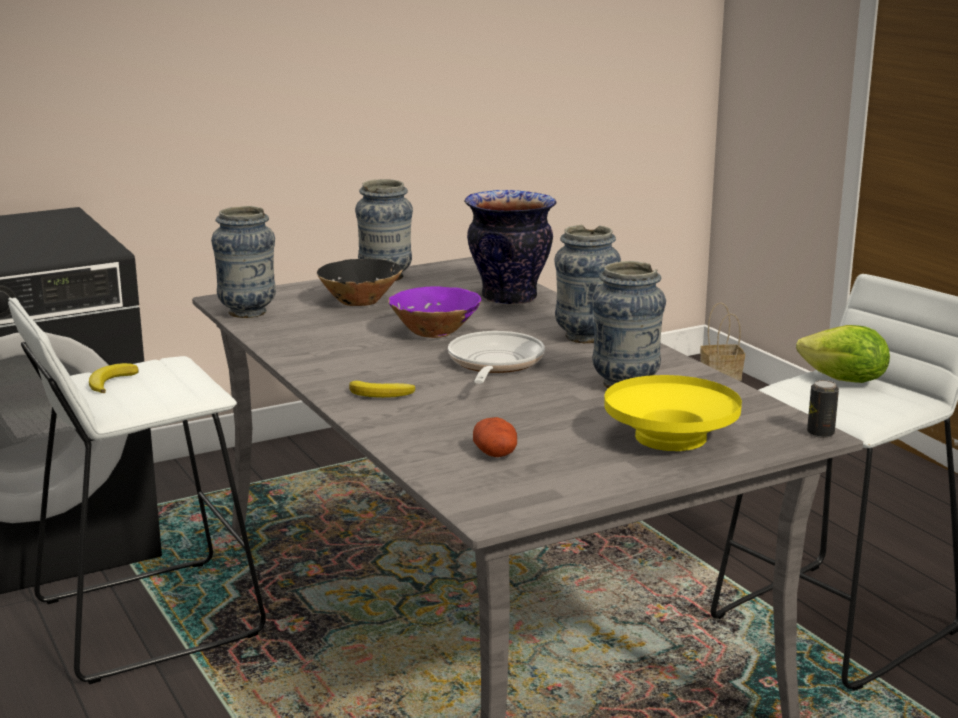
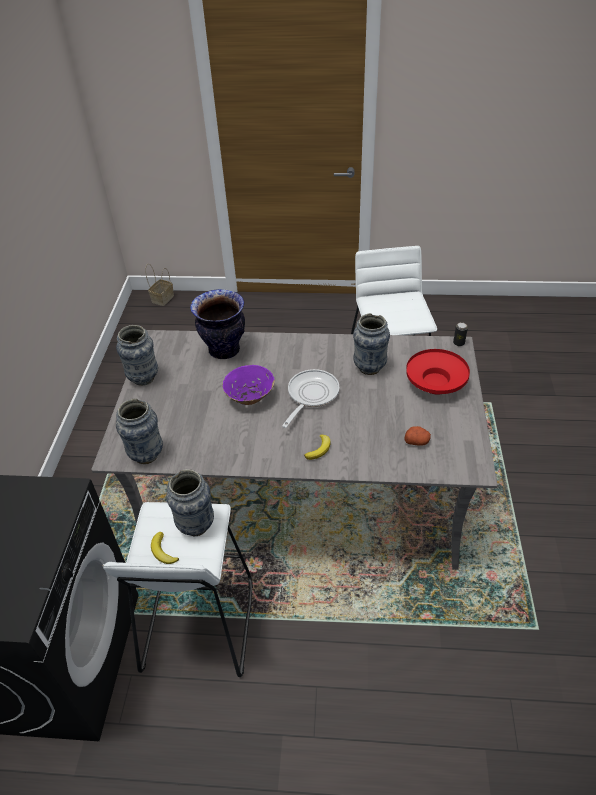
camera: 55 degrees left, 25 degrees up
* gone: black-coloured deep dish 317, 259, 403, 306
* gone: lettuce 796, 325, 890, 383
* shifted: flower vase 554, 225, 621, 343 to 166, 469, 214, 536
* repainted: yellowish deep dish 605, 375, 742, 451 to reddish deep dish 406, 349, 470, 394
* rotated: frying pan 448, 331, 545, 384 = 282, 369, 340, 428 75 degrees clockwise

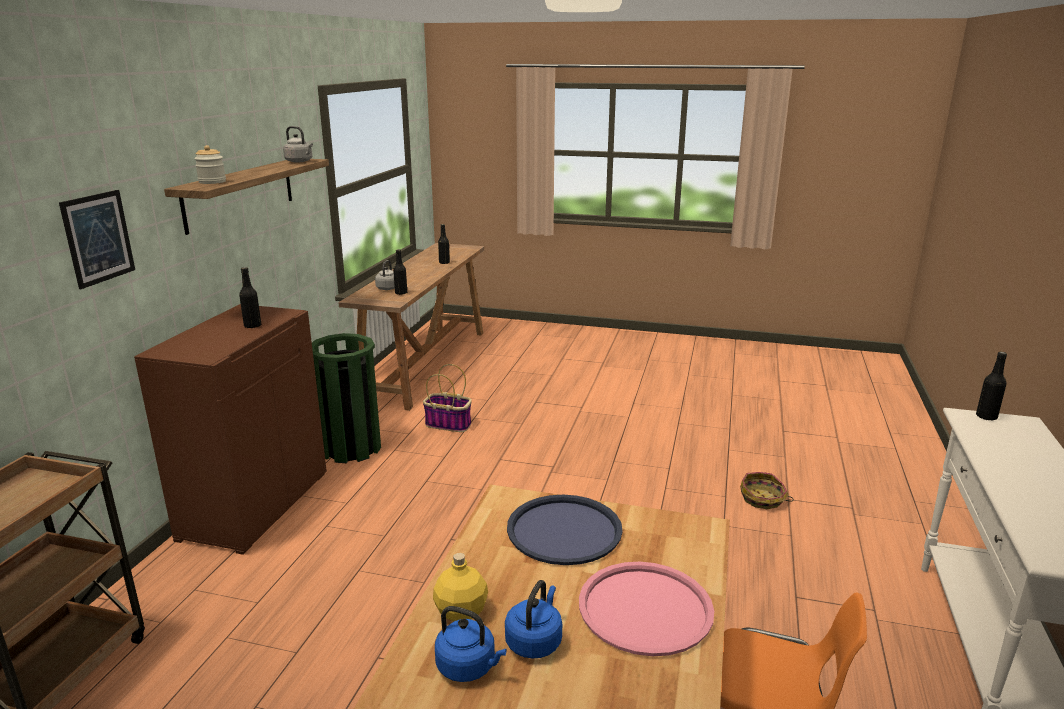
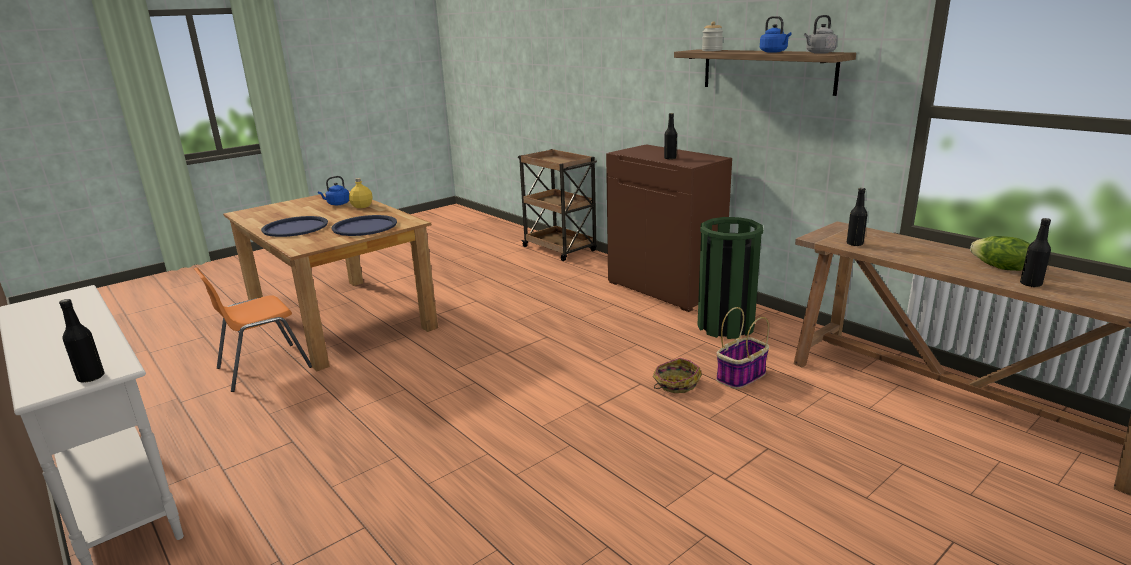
camera: 125 degrees right, 0 degrees up
* gone: wall art 59, 190, 135, 289
* gone: greyish kettle 375, 260, 395, 290
* new: lettuce 970, 236, 1030, 271
* shifted: blue kettle 505, 580, 562, 659 to 760, 16, 791, 53
* shifted: household basket 740, 472, 794, 509 to 653, 358, 702, 393
* repainted: pink-coloured carrying tray 579, 562, 714, 656 to blue carrying tray 261, 216, 328, 237

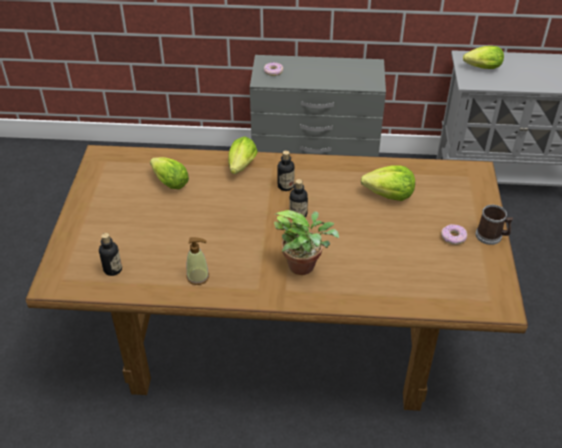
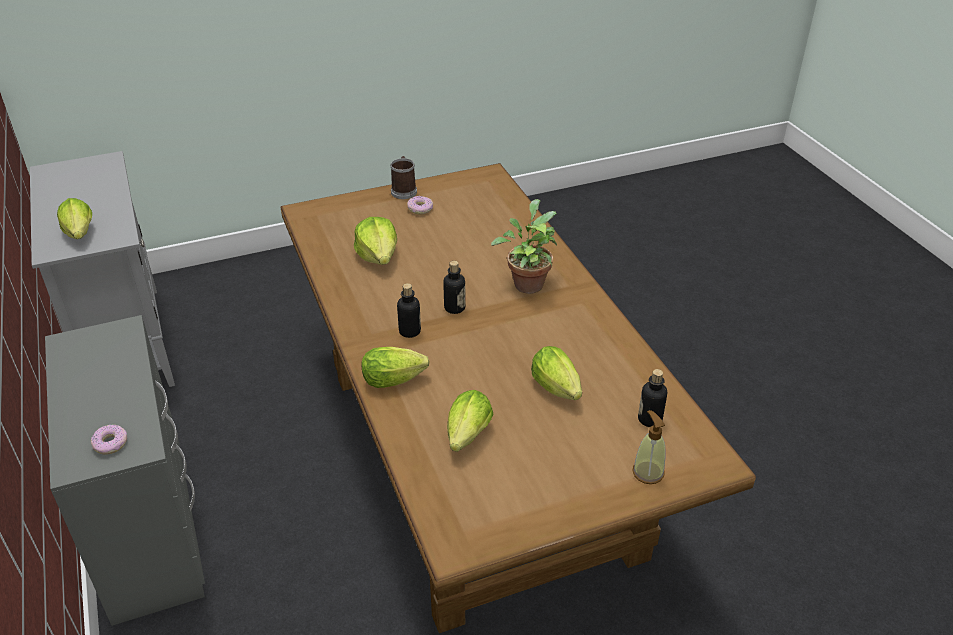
camera: 115 degrees left, 5 degrees down
* new: lettuce 531, 346, 582, 400
* shifted: soap dispenser 186, 237, 209, 285 to 632, 410, 666, 484

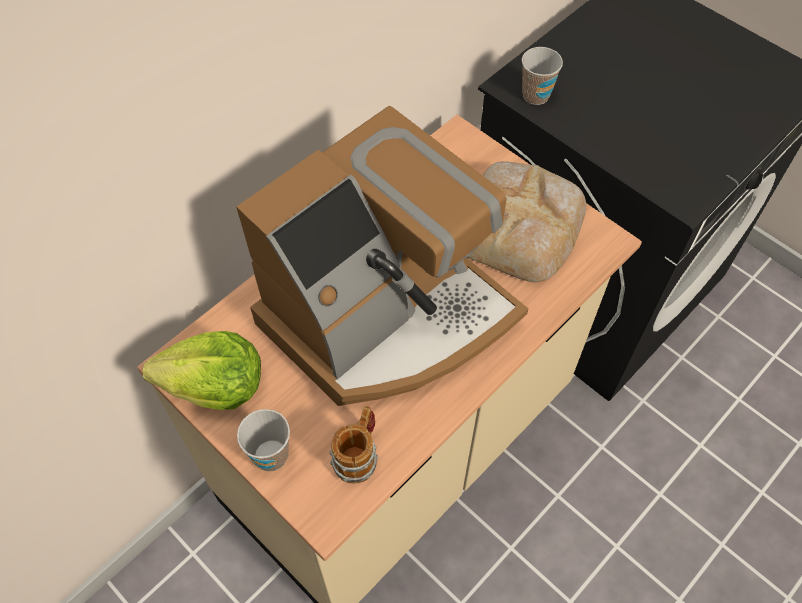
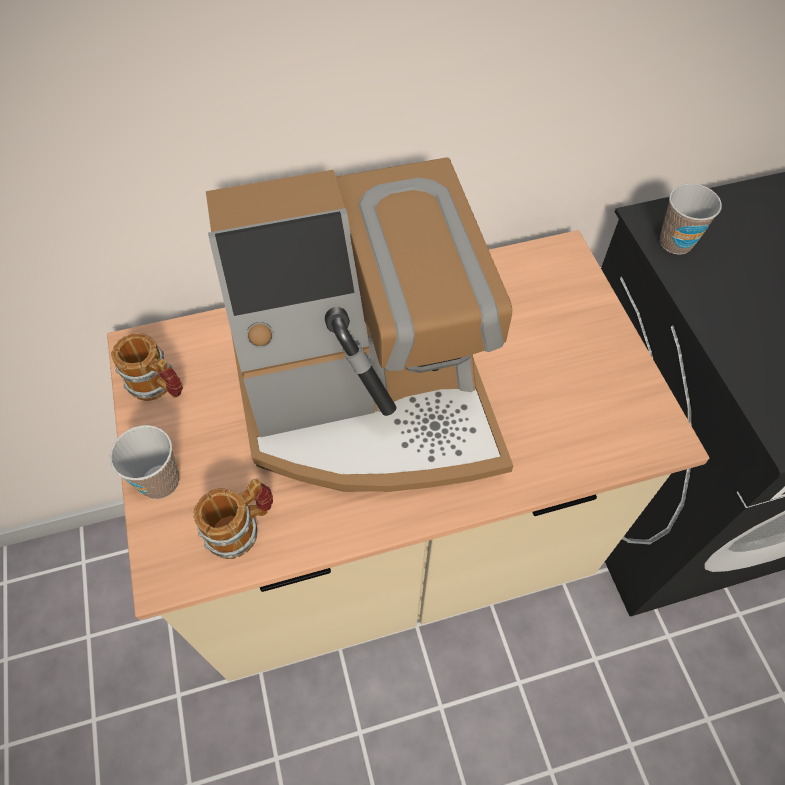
camera: 30 degrees right, 0 degrees up
* gone: bread 467, 161, 586, 282
* swapped: lettuce 143, 331, 261, 410 to tea mug 111, 333, 183, 401

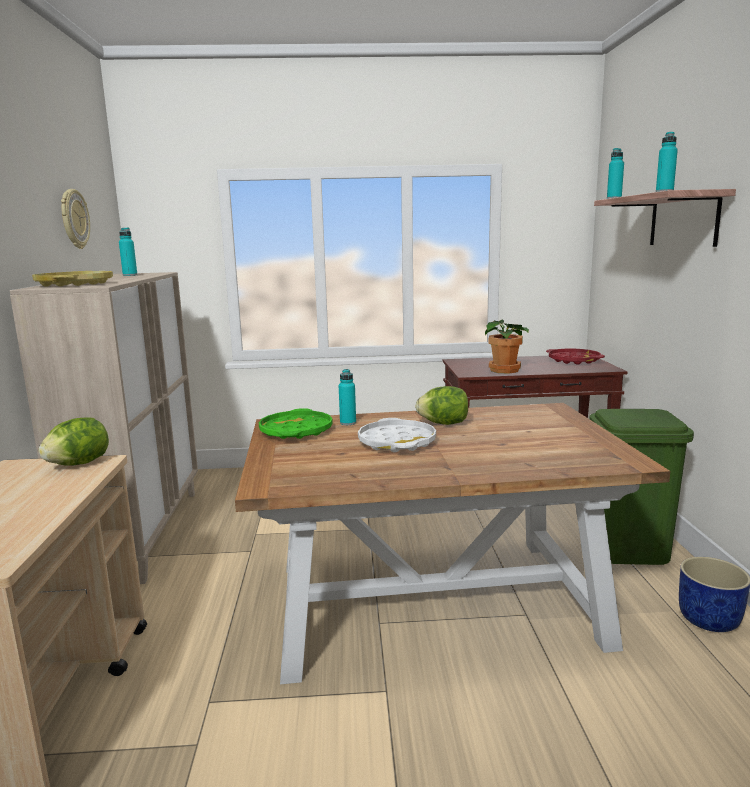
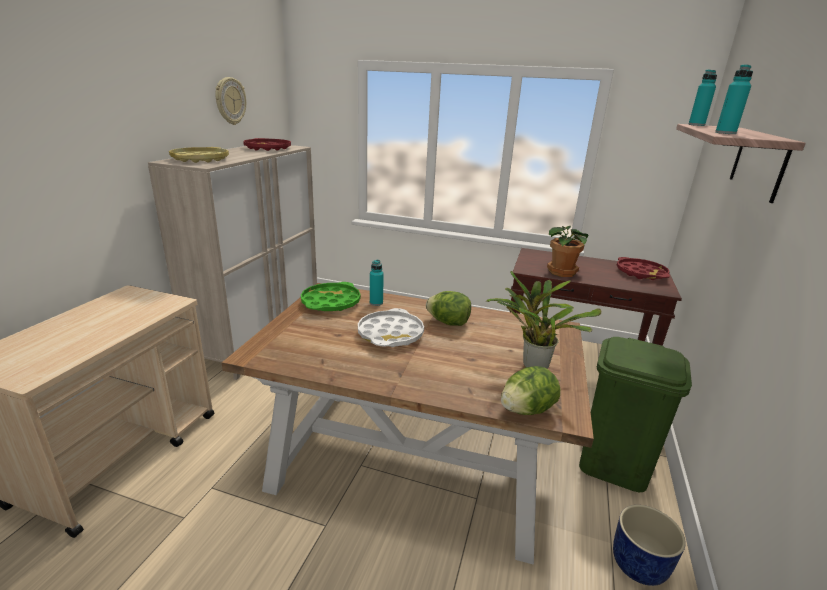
camera: 20 degrees right, 10 degrees up
* new: plant in a pot 486, 271, 601, 369
* shifted: lettuce 39, 417, 109, 465 to 501, 366, 560, 415
* swapped: blue-green drink bottle 119, 228, 137, 276 to reddish carrying tray 243, 138, 291, 151

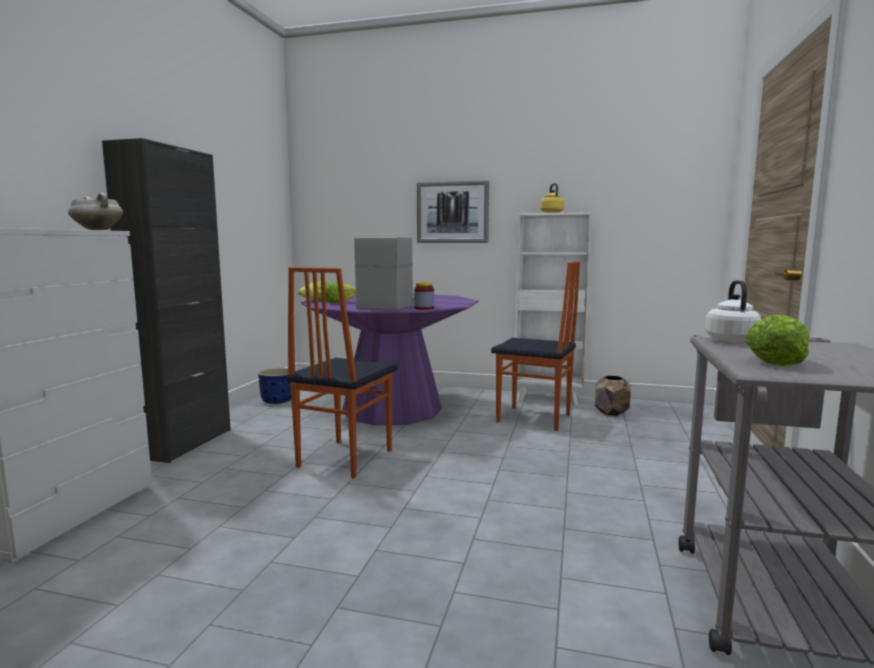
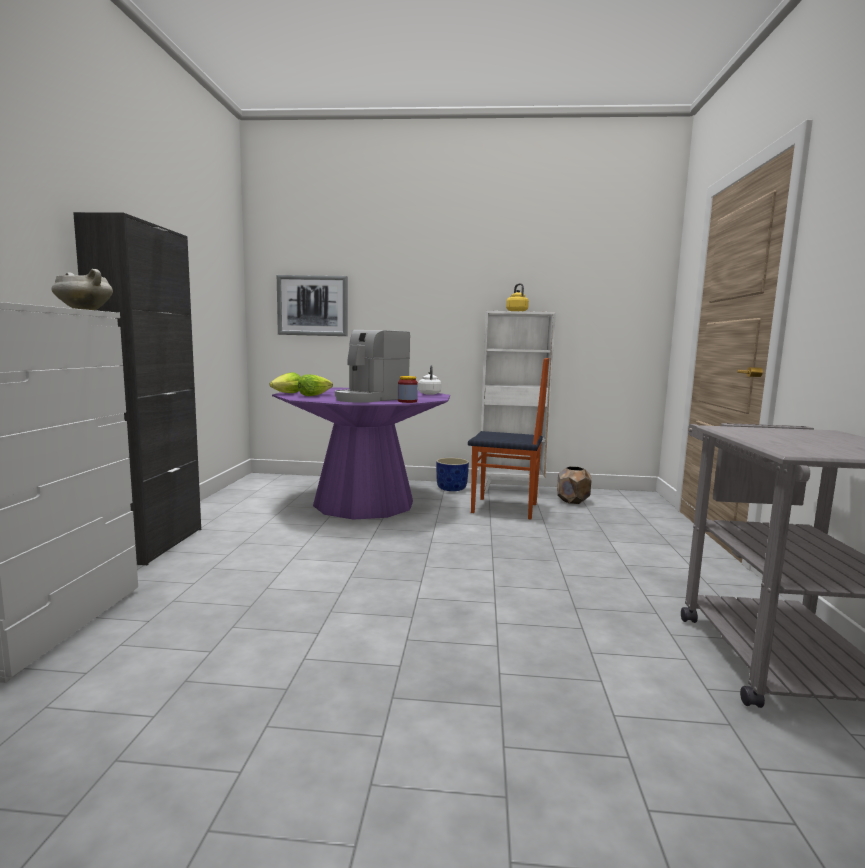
camera: 10 degrees left, 0 degrees up
* gone: upright chair 286, 267, 398, 478
* gone: lettuce 745, 315, 809, 366
* shifted: blue flower pot 258, 368, 291, 404 to 436, 458, 469, 491
* shifted: wall art 417, 180, 489, 243 to 277, 275, 348, 336
* shifted: white-coloured kettle 705, 280, 761, 342 to 418, 365, 441, 395
* rotated: coffee brewer 354, 237, 414, 311 = 335, 330, 410, 403 150 degrees counterclockwise

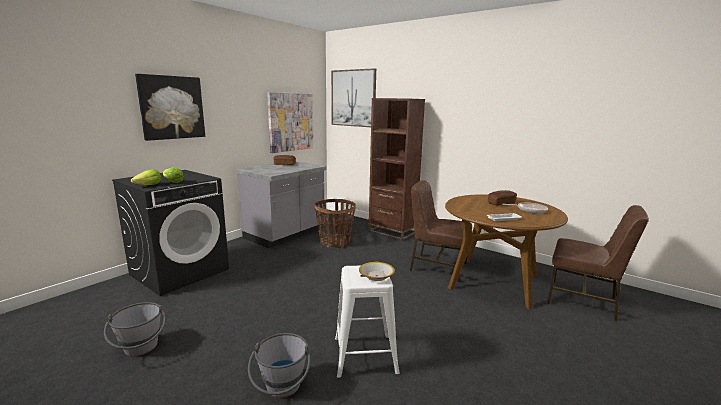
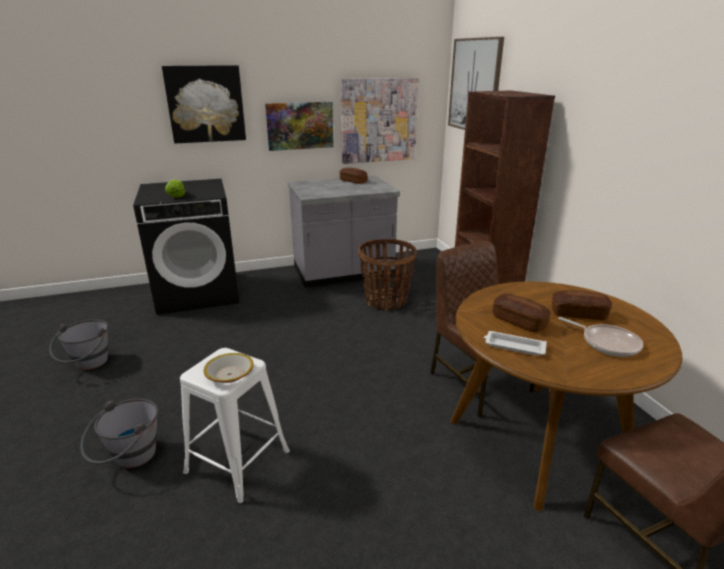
camera: 35 degrees right, 10 degrees up
* gone: lettuce 131, 169, 161, 185
* new: wall art 265, 102, 334, 151
* new: bread 492, 294, 551, 333

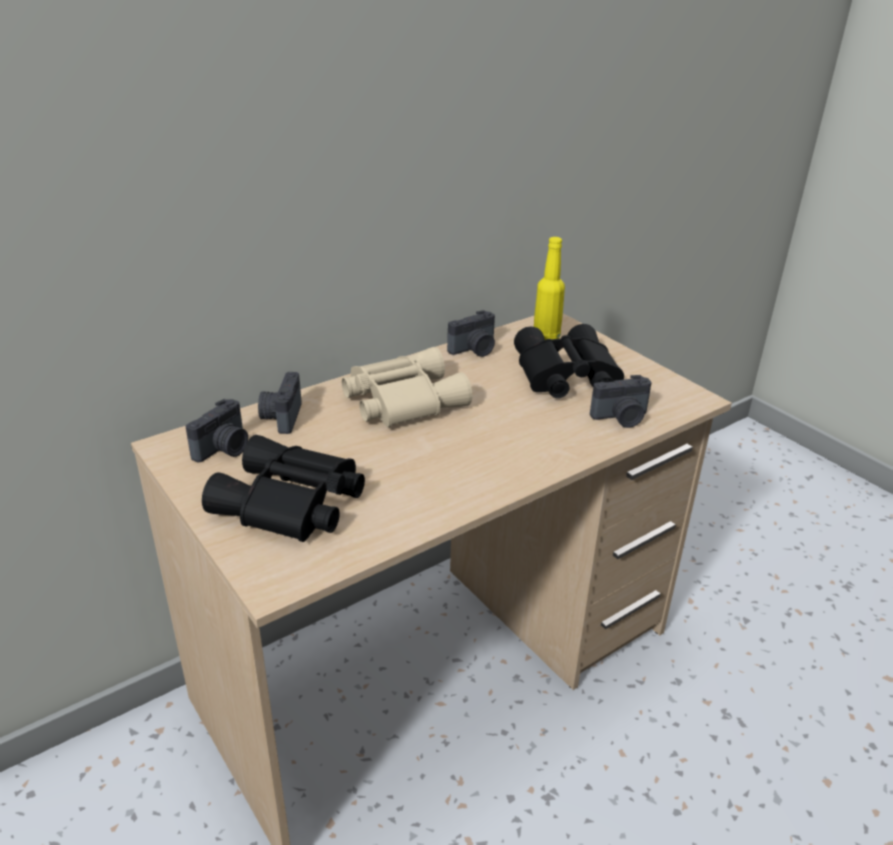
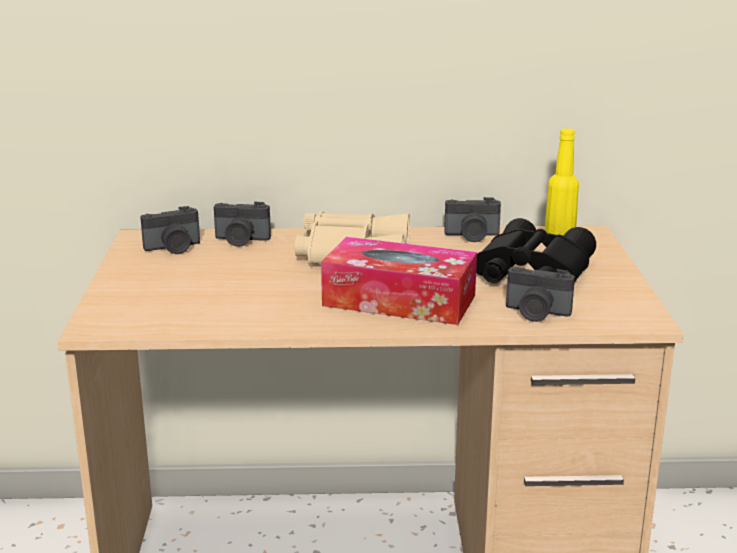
camera: 35 degrees right, 10 degrees down
* gone: black-coloured binoculars 202, 435, 365, 542
* new: tissue holder 321, 237, 477, 325
* rotated: still camera 258, 372, 302, 434 = 214, 201, 271, 247 120 degrees counterclockwise

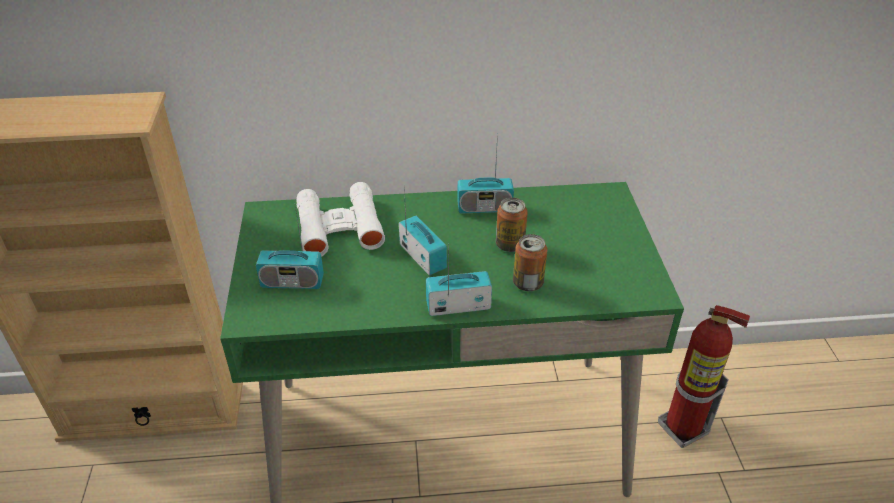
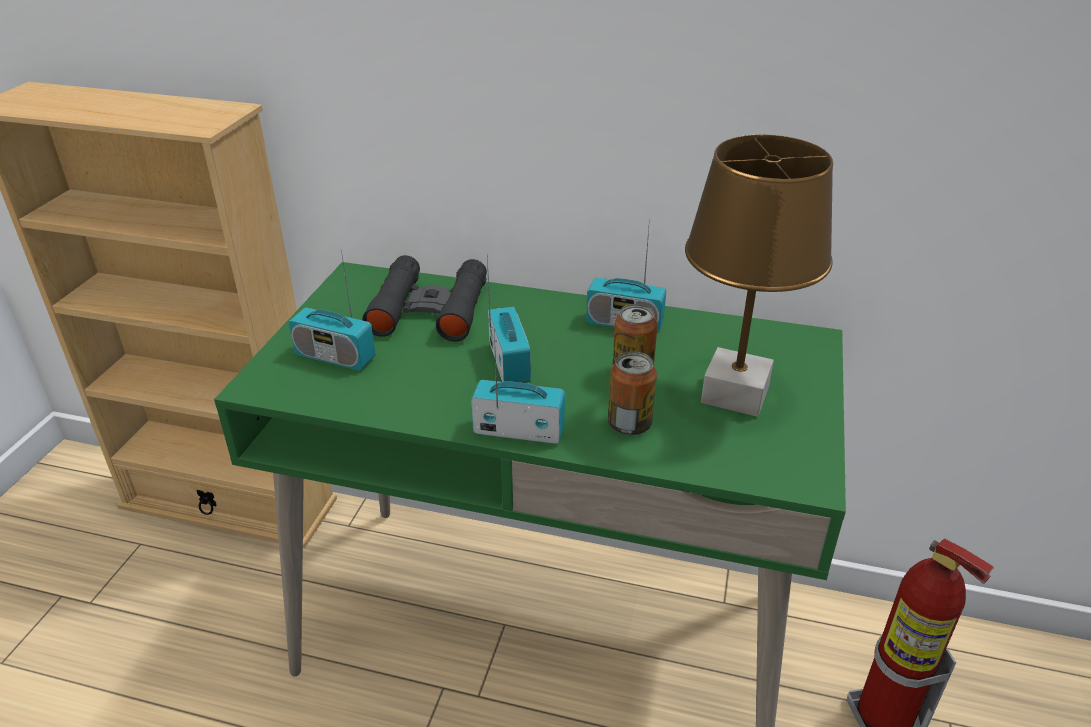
camera: 20 degrees right, 5 degrees down
* new: brown table lamp 685, 135, 833, 417
* repainted: white-coloured binoculars 296, 182, 385, 257 to black-coloured binoculars 362, 255, 487, 342

